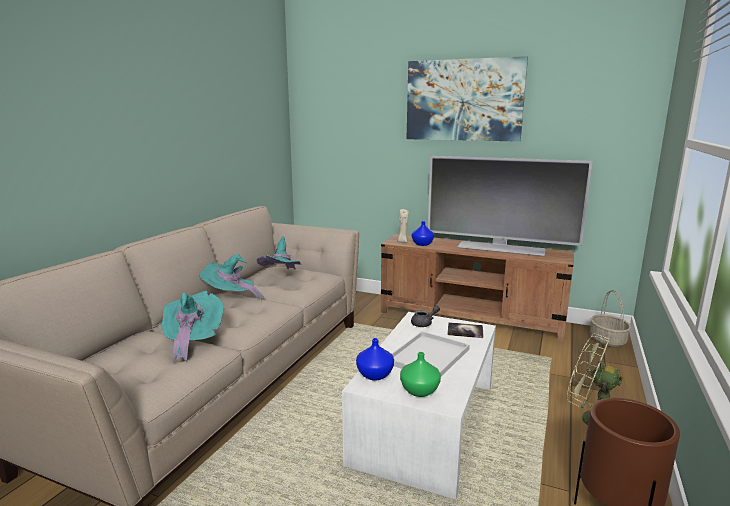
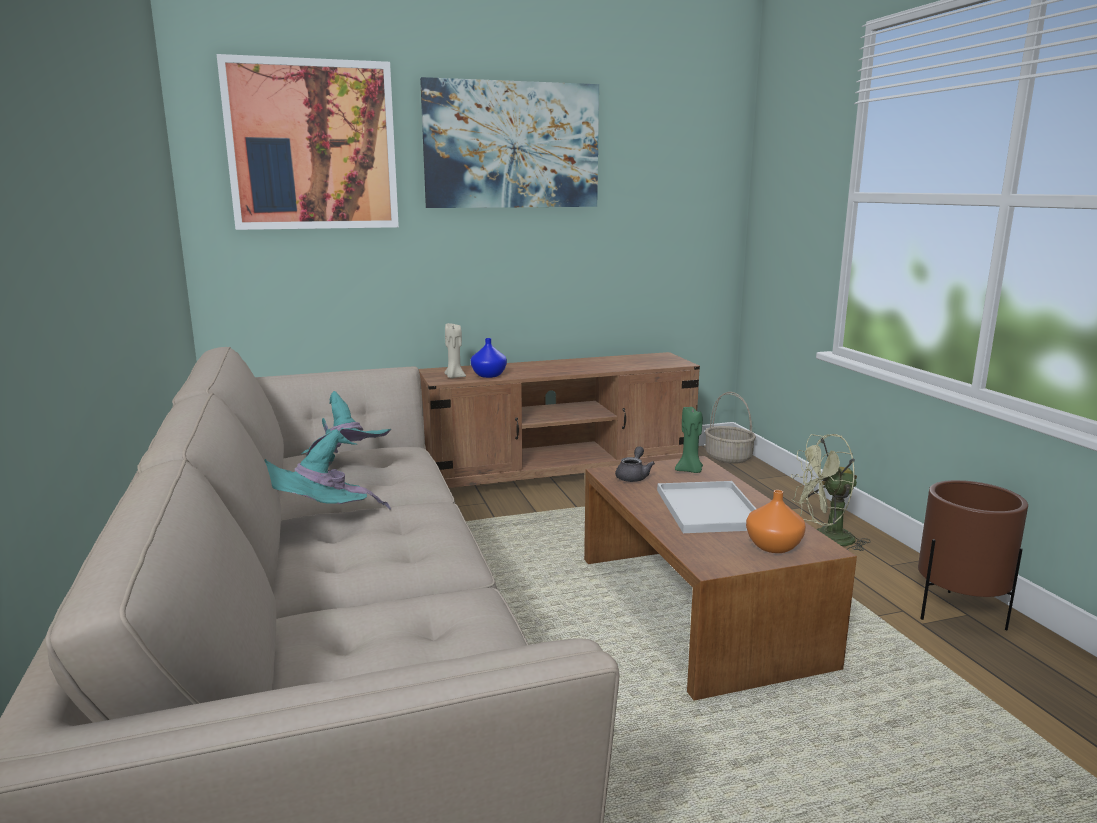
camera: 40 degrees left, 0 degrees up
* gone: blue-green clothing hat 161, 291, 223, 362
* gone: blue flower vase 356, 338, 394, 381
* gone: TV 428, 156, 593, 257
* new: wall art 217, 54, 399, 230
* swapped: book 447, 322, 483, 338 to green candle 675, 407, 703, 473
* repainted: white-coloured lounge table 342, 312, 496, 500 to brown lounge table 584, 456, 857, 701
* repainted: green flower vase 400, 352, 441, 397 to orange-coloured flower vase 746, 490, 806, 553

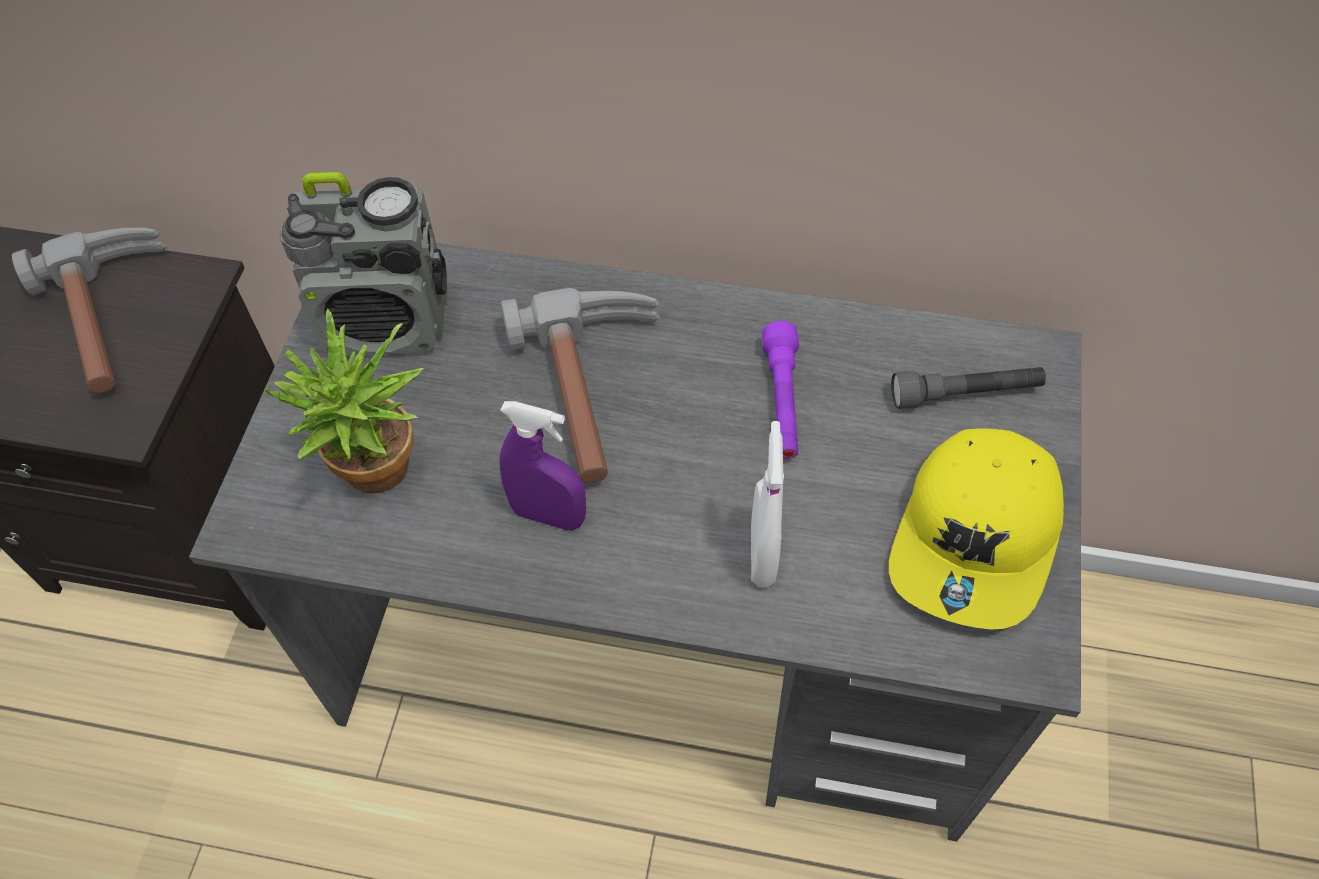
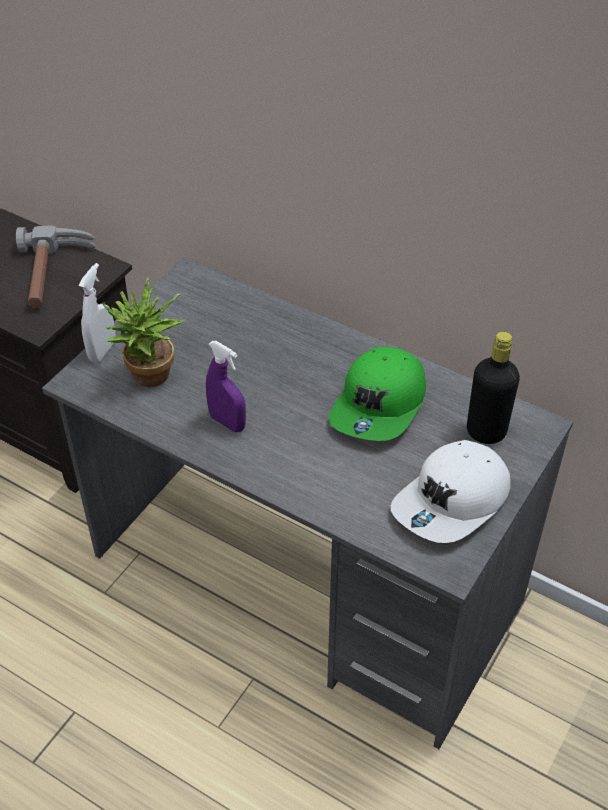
camera: 20 degrees right, 10 degrees down
* gone: radio 280, 172, 448, 356
* gone: hand hammer 501, 288, 660, 483
* shifted: white-coloured sprayer 751, 421, 784, 588 to 79, 263, 115, 363
* swapped: purple torch 762, 321, 799, 459 to green baseball cap 329, 347, 426, 441
* swapped: greyish torch 891, 367, 1046, 409 to black-coloured drink bottle 467, 332, 520, 444
* repainted: yellowish baseball cap 889, 428, 1064, 629 to white-coloured baseball cap 391, 440, 511, 543

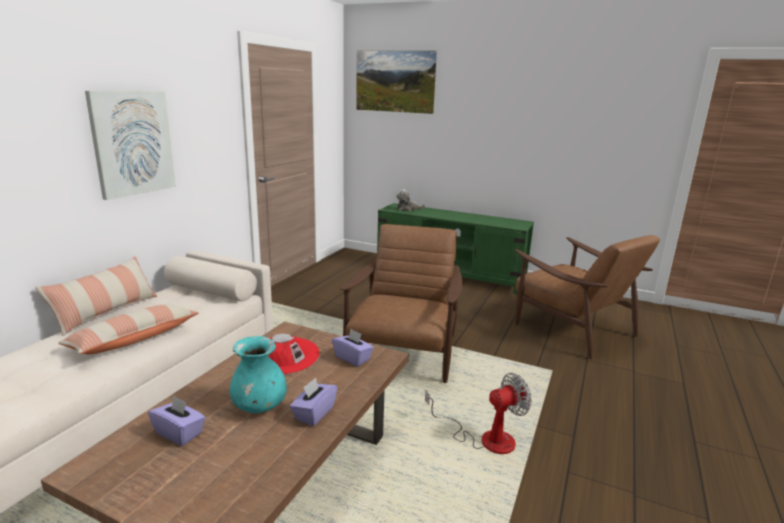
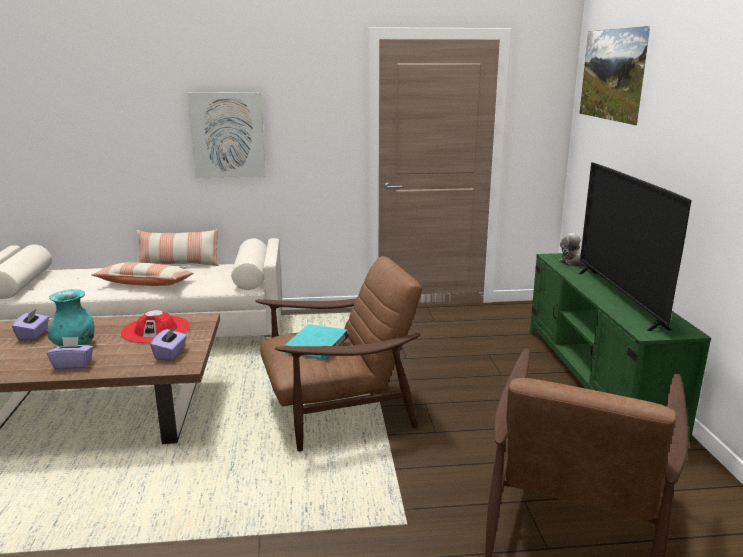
camera: 60 degrees right, 0 degrees up
* gone: fan 425, 373, 532, 454
* new: blue-green book 285, 324, 349, 360
* new: TV 578, 162, 692, 331

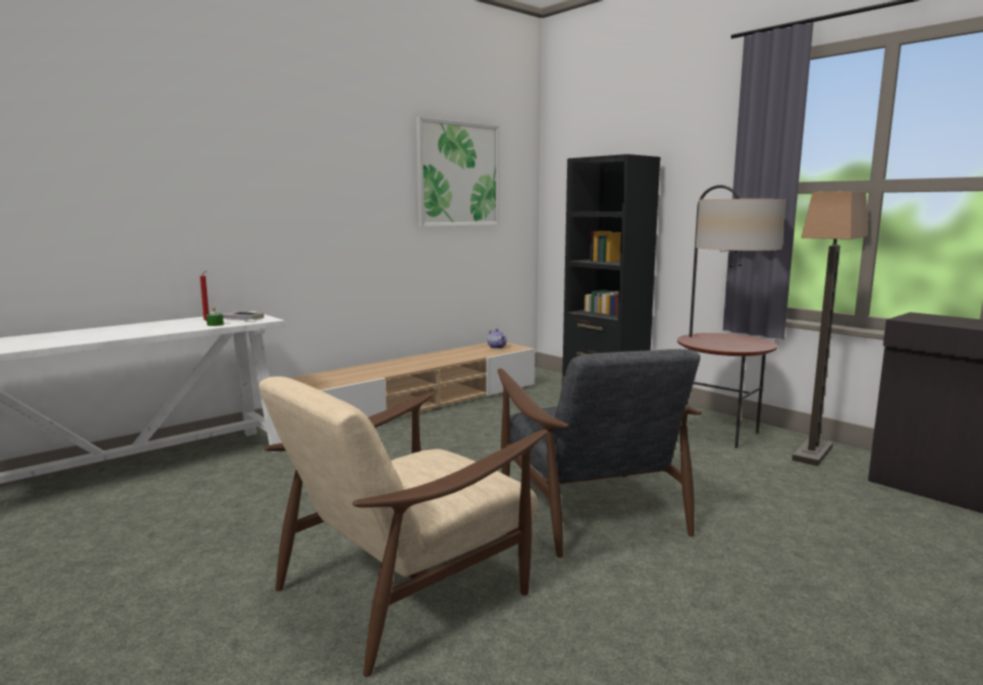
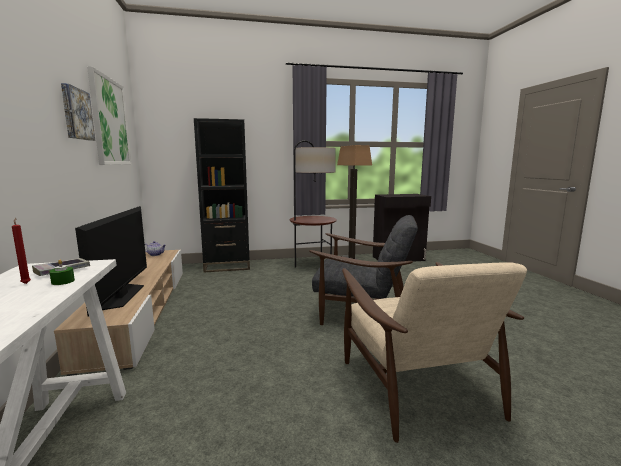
camera: 60 degrees left, 0 degrees up
* new: wall art 61, 83, 95, 141
* new: TV 75, 206, 147, 316

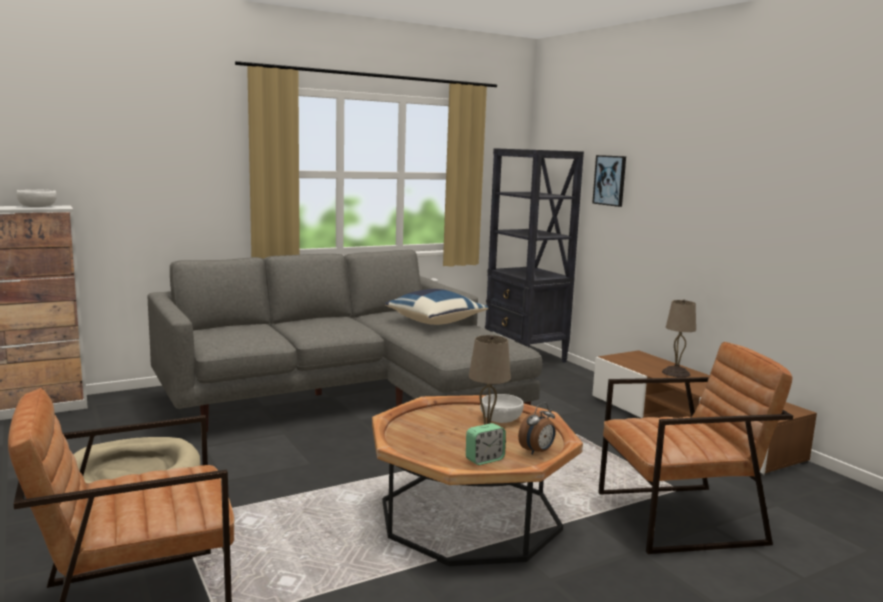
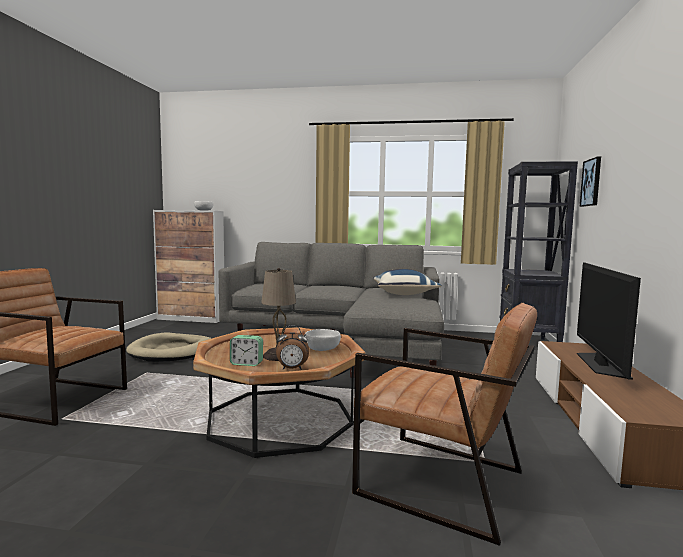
camera: 40 degrees right, 5 degrees down
* swapped: beige table lamp 662, 300, 696, 378 to TV 577, 262, 641, 380

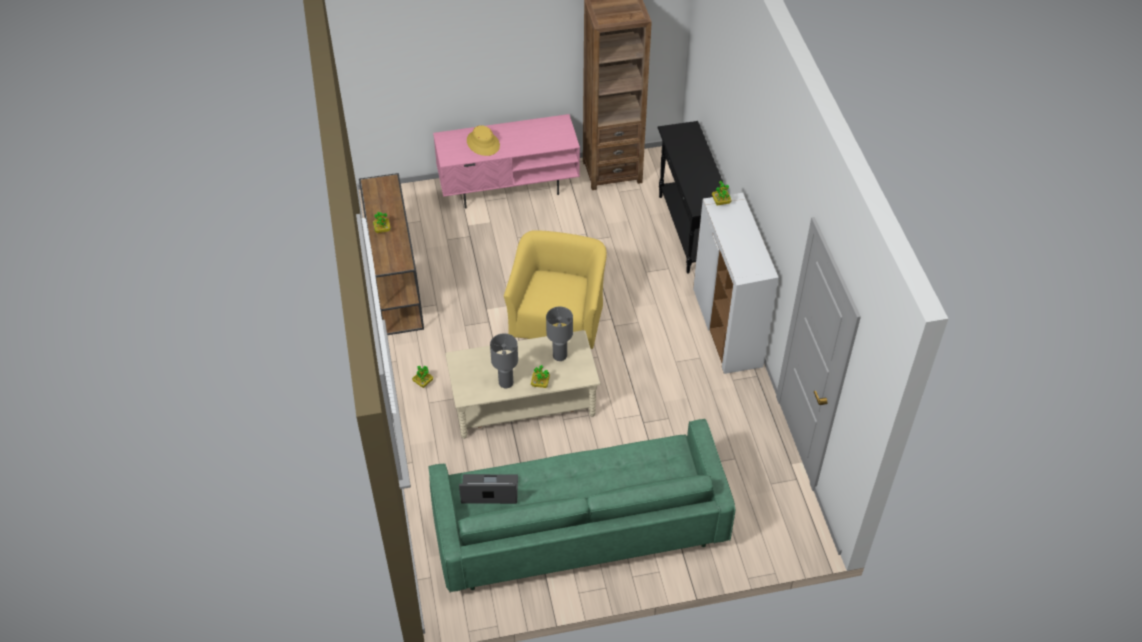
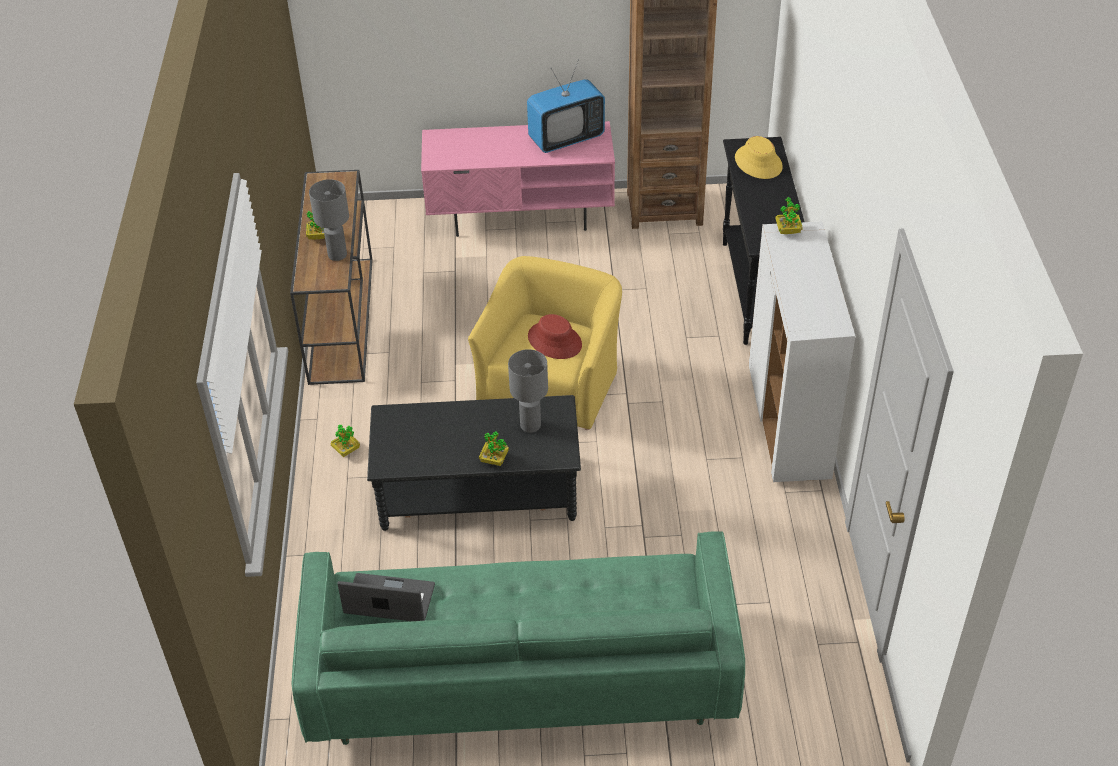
camera: 10 degrees right, 5 degrees down
* new: TV 527, 59, 605, 153
* new: reddish clothing hat 528, 314, 582, 359
* shifted: yellowish clothing hat 467, 125, 500, 156 to 735, 136, 783, 179
* shifted: greyish table lamp 490, 334, 518, 388 to 309, 179, 349, 261
* repainted: beige lounge table 445, 330, 600, 439 to black-coloured lounge table 367, 395, 581, 531

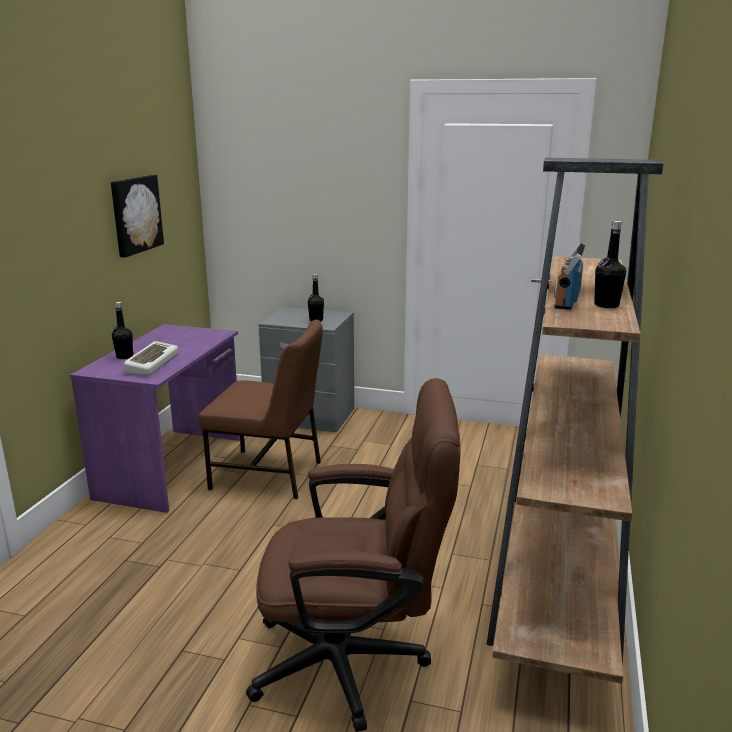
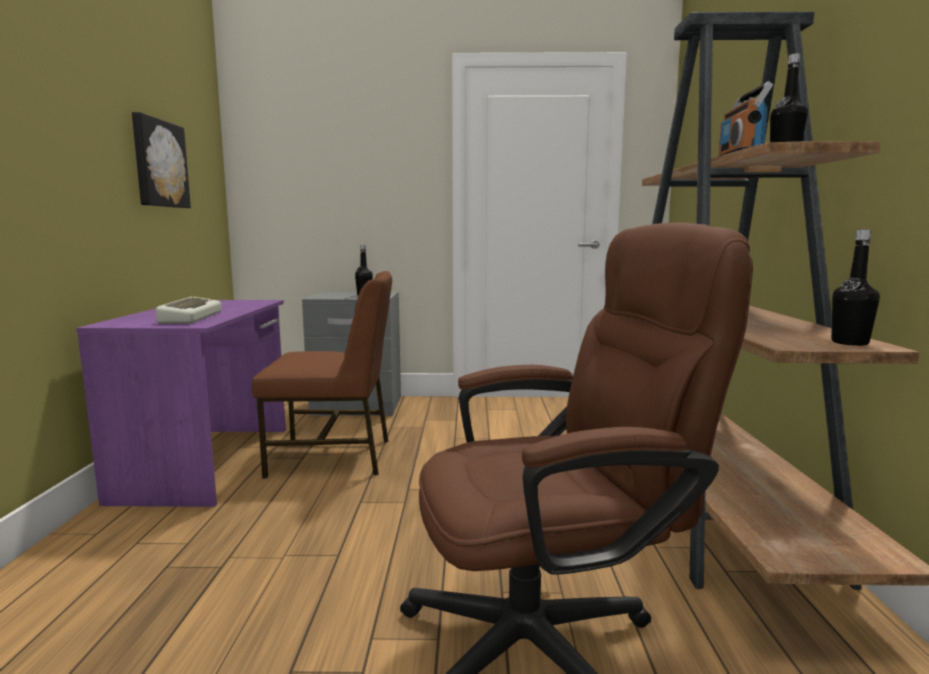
camera: 15 degrees left, 10 degrees down
* shifted: black-coloured drink bottle 112, 302, 134, 359 to 832, 230, 880, 346

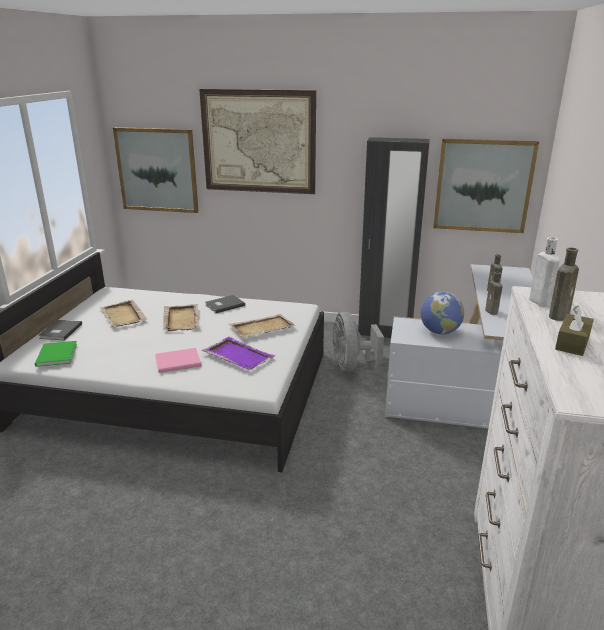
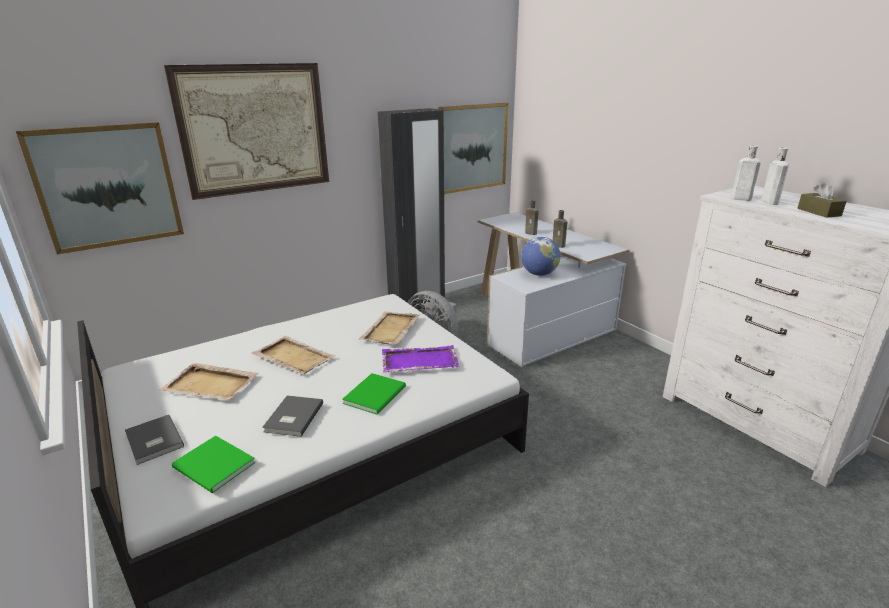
camera: 45 degrees left, 0 degrees up
* shifted: greyish book 205, 295, 245, 313 to 262, 395, 323, 437
* repainted: pink-coloured book 155, 348, 201, 373 to green book 342, 373, 406, 415
* repainted: brown drink bottle 549, 248, 579, 321 to white-coloured drink bottle 761, 147, 789, 205

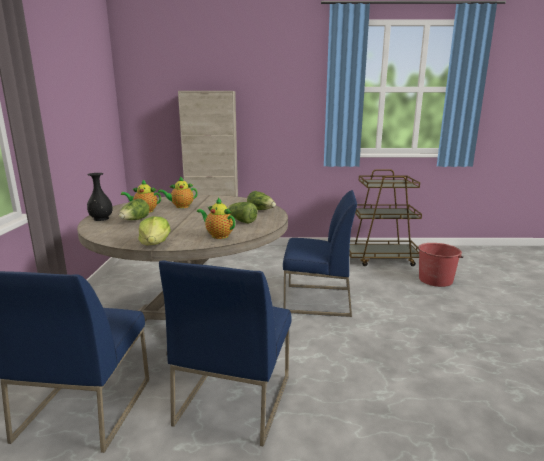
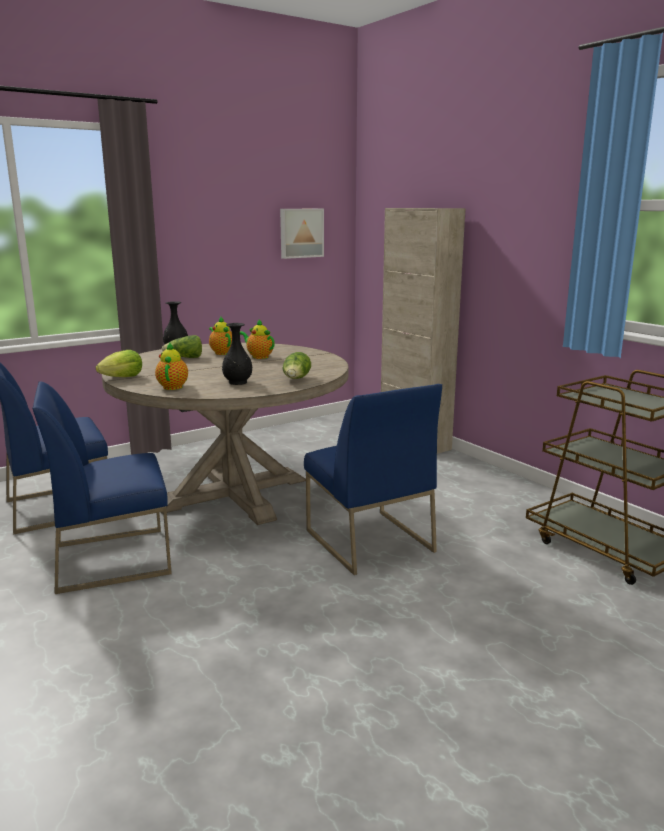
camera: 55 degrees right, 0 degrees up
* gone: reddish bucket 418, 243, 463, 287
* new: wall art 280, 209, 324, 259
* swapped: lettuce 227, 202, 257, 224 to black-coloured flower vase 222, 323, 252, 385

